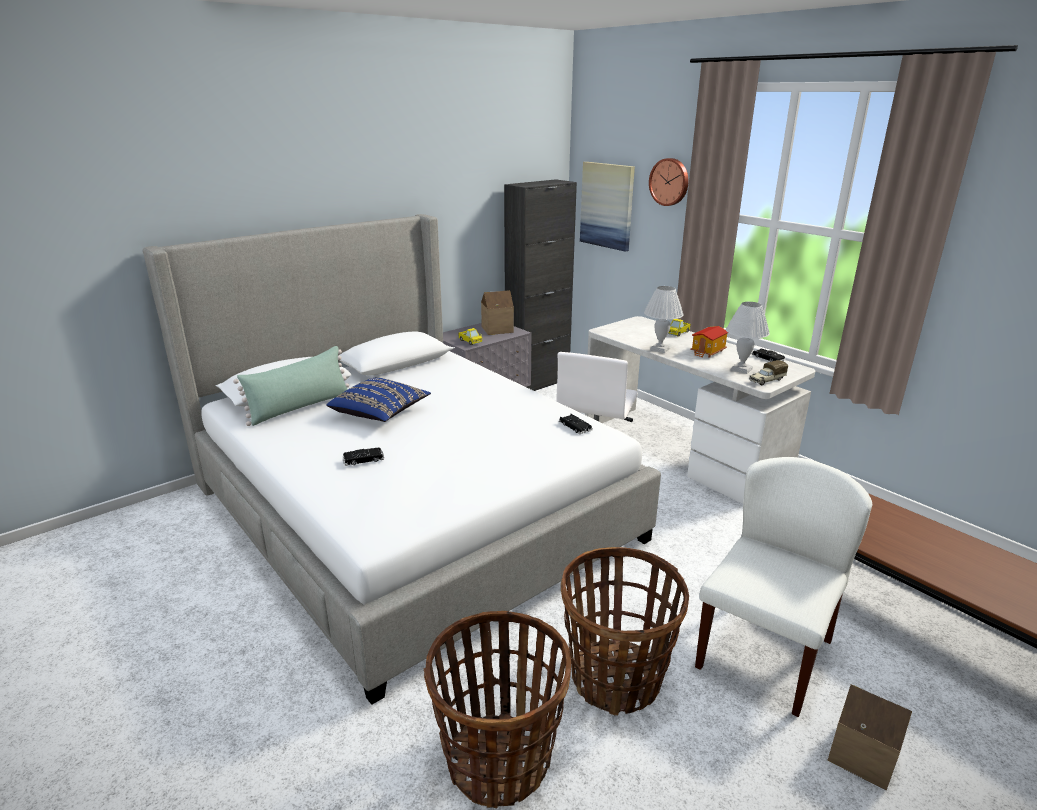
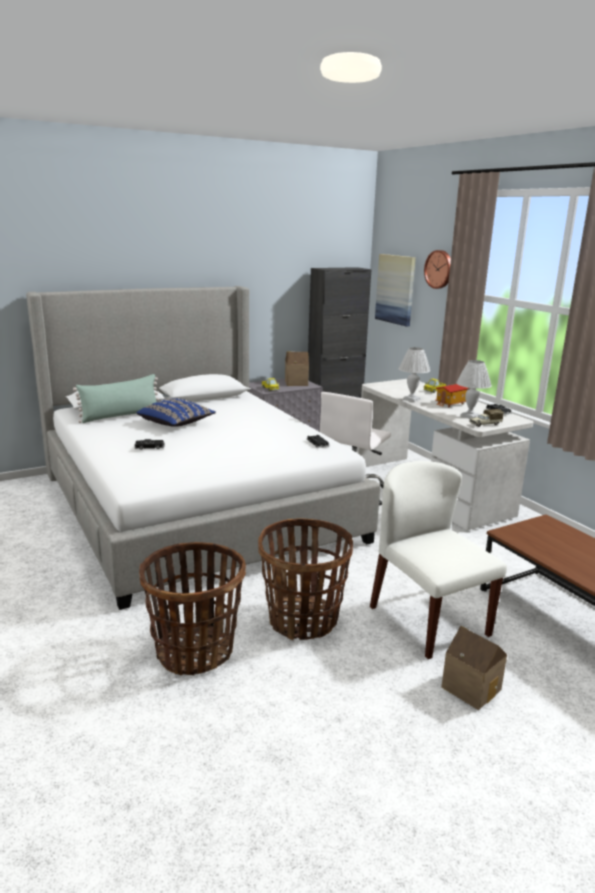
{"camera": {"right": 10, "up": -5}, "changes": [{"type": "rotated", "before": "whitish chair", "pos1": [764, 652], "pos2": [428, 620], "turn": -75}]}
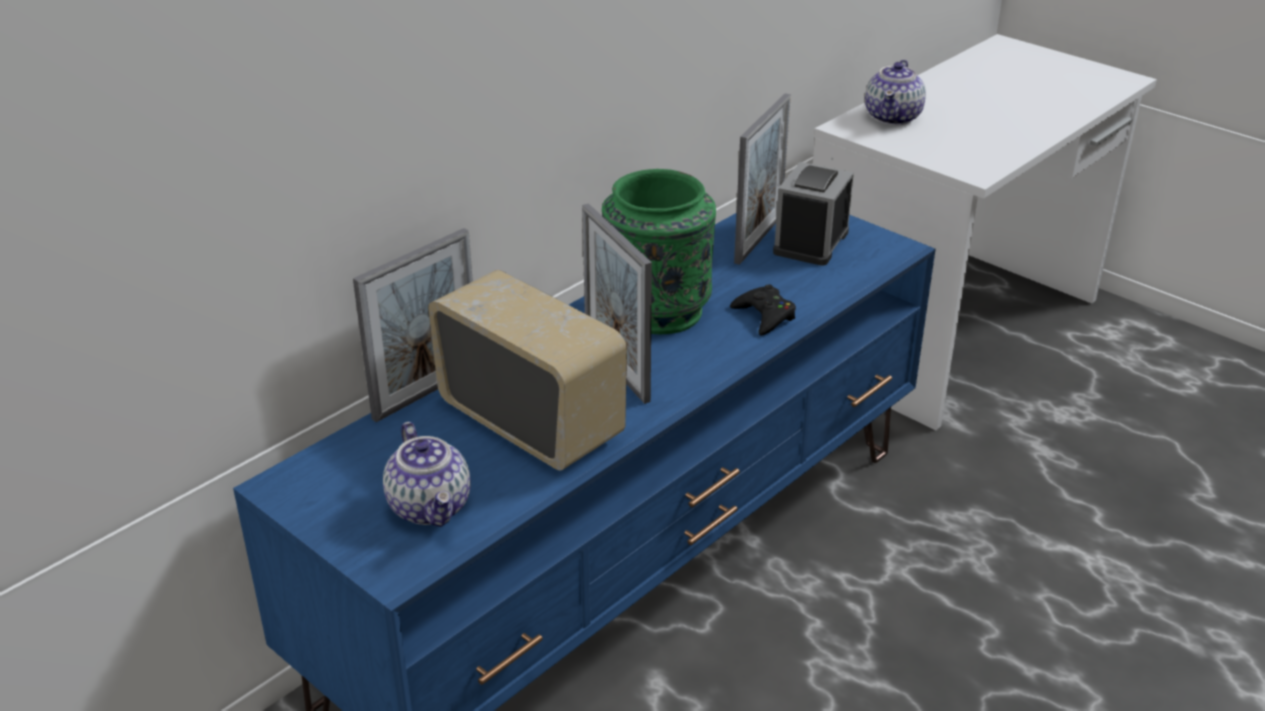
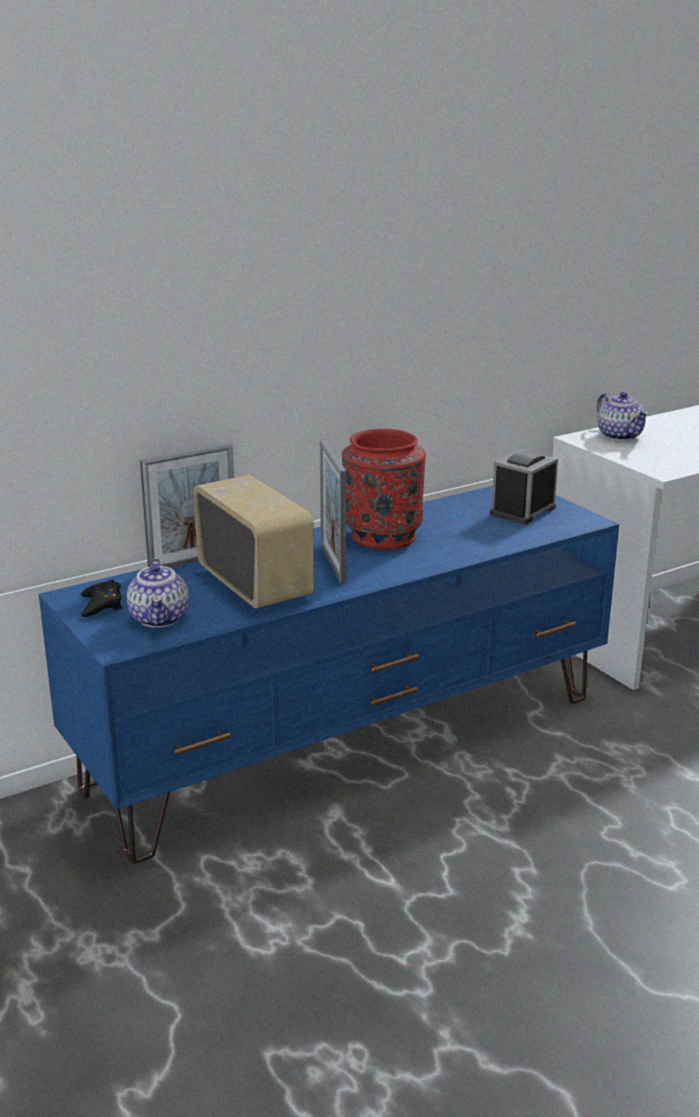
{"camera": {"right": 15, "up": -10}, "changes": [{"type": "gone", "before": "photo frame", "pos1": [758, 239]}, {"type": "shifted", "before": "black game controller", "pos1": [764, 316], "pos2": [101, 604]}, {"type": "repainted", "before": "green decorative vase", "after": "red-coloured decorative vase", "pos1": [657, 310], "pos2": [382, 536]}, {"type": "rotated", "before": "teapot", "pos1": [893, 117], "pos2": [619, 435], "turn": -60}]}
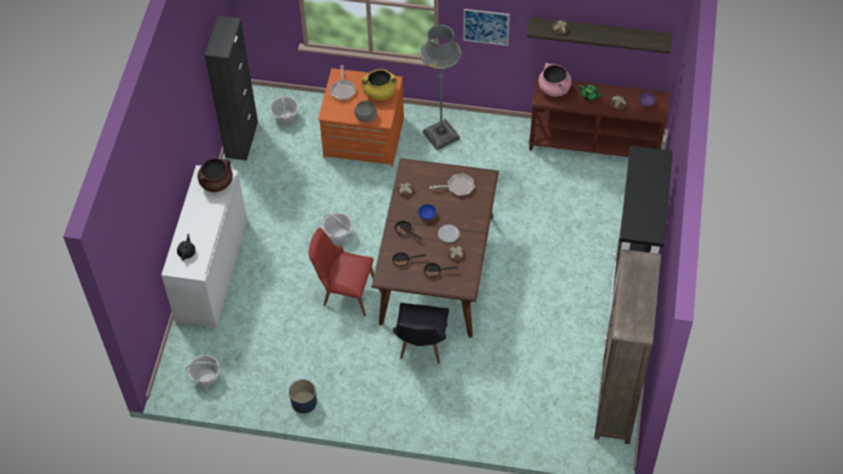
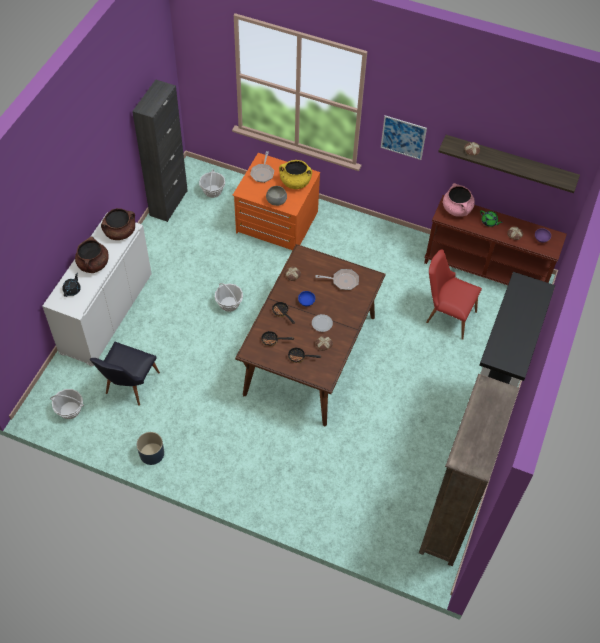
{"camera": {"right": 10, "up": 0}, "changes": [{"type": "gone", "before": "greyish standing lamp", "pos1": [441, 135]}, {"type": "new", "after": "brown-coloured saucepot", "pos2": [93, 264]}, {"type": "shifted", "before": "red-coloured chair", "pos1": [344, 292], "pos2": [446, 314]}, {"type": "shifted", "before": "black chair", "pos1": [421, 347], "pos2": [128, 387]}]}
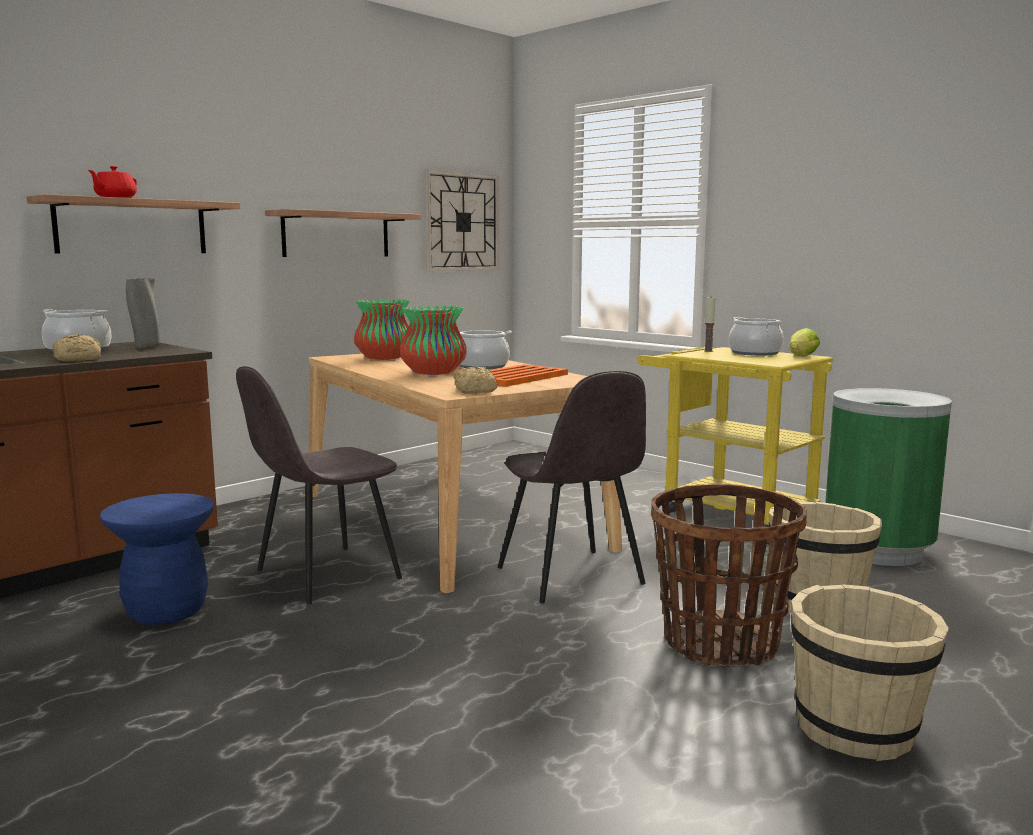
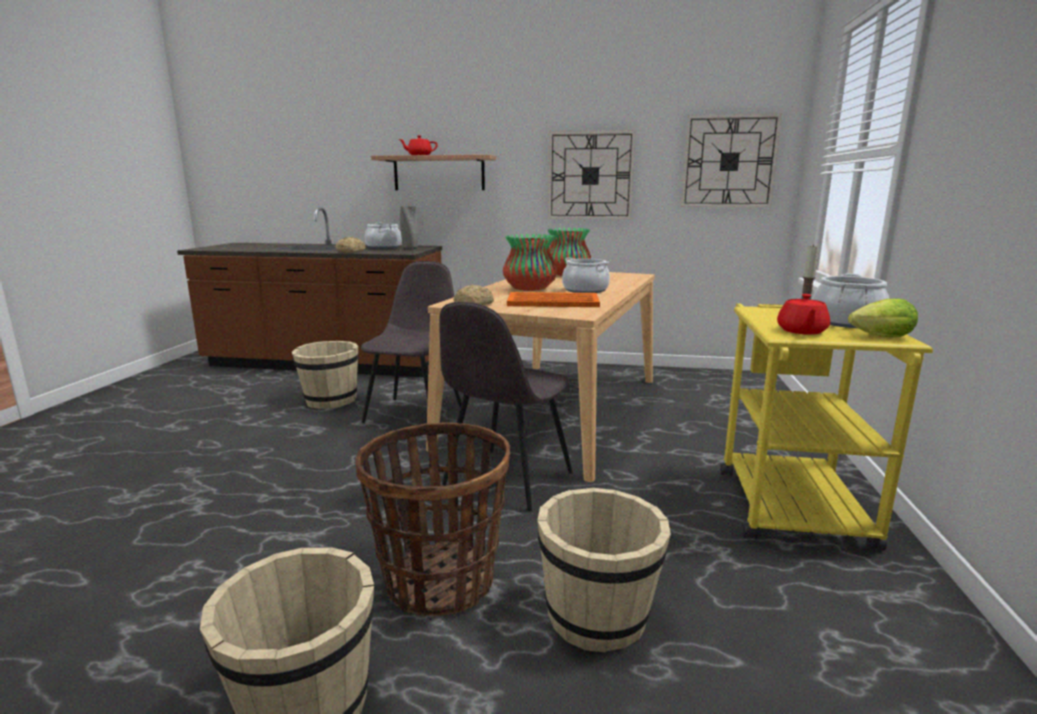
{"camera": {"right": 55, "up": 5}, "changes": [{"type": "gone", "before": "green trash can", "pos1": [878, 550]}, {"type": "new", "after": "red-coloured teapot", "pos2": [801, 331]}, {"type": "swapped", "before": "blue stool seat", "after": "beige water bucket", "pos1": [166, 611], "pos2": [330, 401]}, {"type": "swapped", "before": "wall shelf", "after": "wall clock", "pos1": [336, 234], "pos2": [590, 176]}, {"type": "rotated", "before": "greyish chair", "pos1": [324, 575], "pos2": [415, 413], "turn": 90}]}
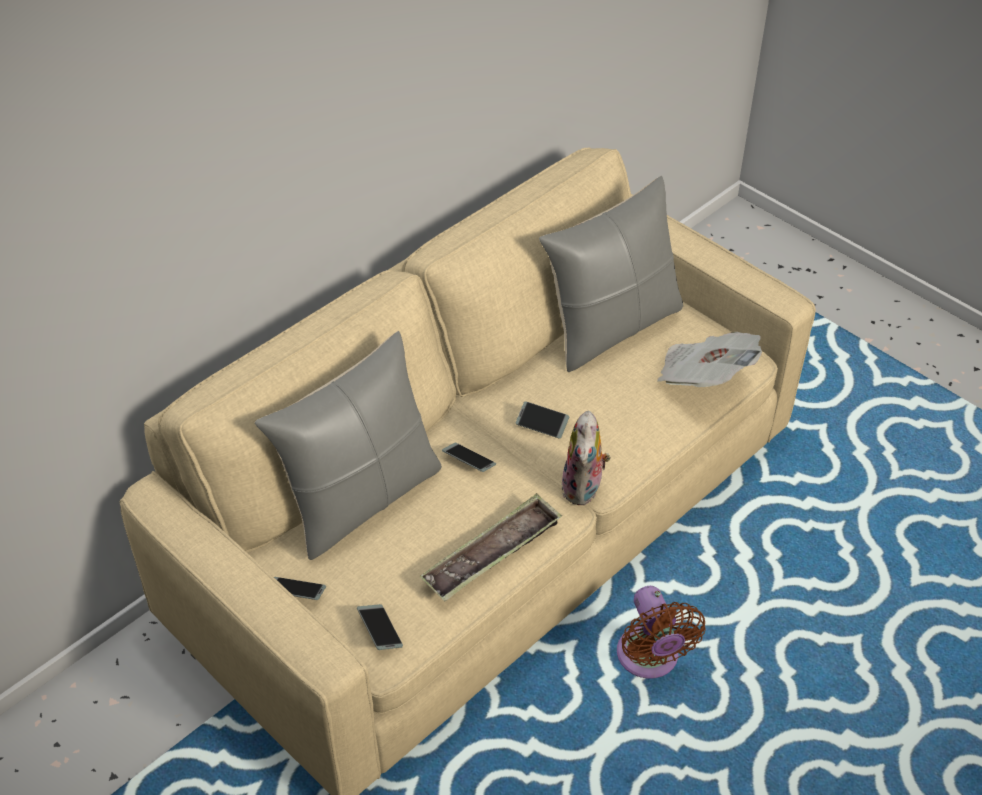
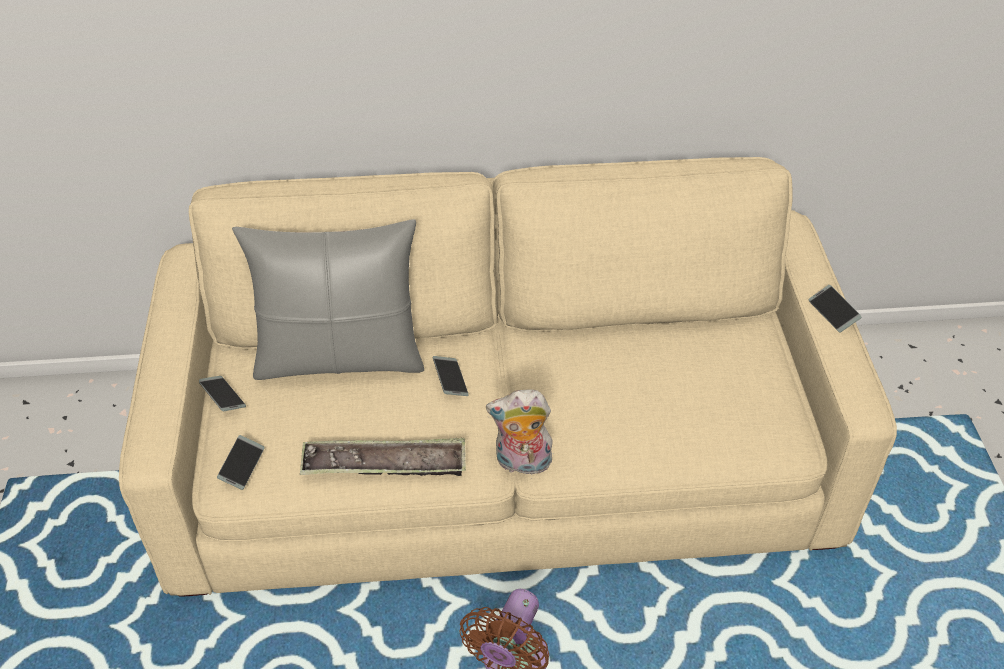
{"camera": {"right": 40, "up": 0}, "changes": [{"type": "gone", "before": "greyish pillow", "pos1": [611, 327]}, {"type": "gone", "before": "daily paper", "pos1": [704, 377]}, {"type": "shifted", "before": "handset", "pos1": [542, 423], "pos2": [833, 312]}, {"type": "rotated", "before": "plush toy", "pos1": [584, 489], "pos2": [521, 463], "turn": 45}]}
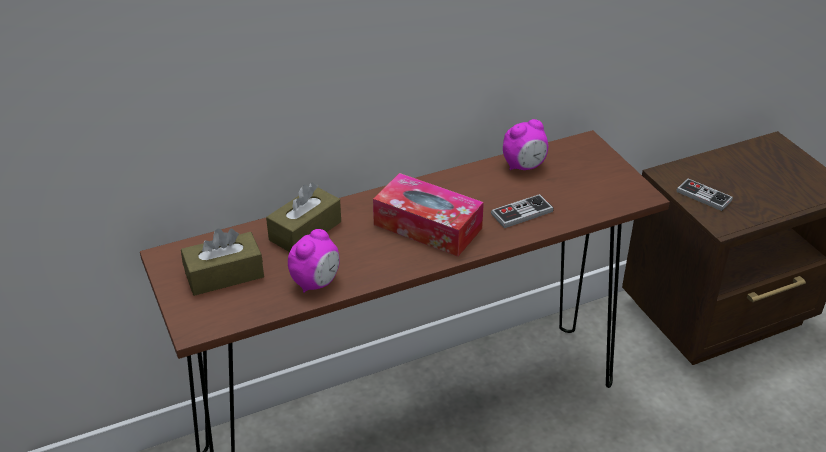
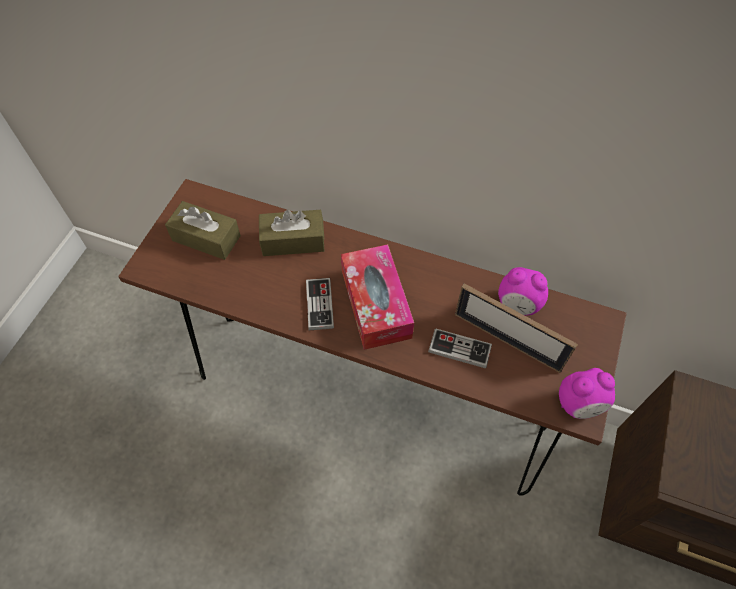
{"camera": {"right": 45, "up": 20}, "changes": [{"type": "new", "after": "photo frame", "pos2": [507, 341]}, {"type": "shifted", "before": "alarm clock", "pos1": [316, 283], "pos2": [579, 405]}, {"type": "shifted", "before": "game controller", "pos1": [703, 196], "pos2": [319, 304]}]}
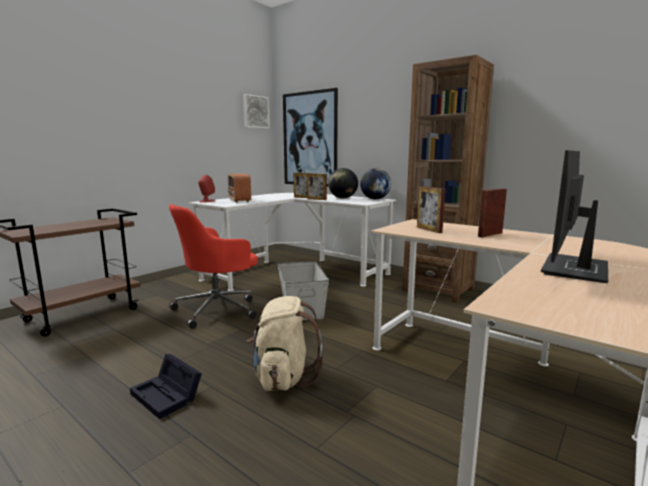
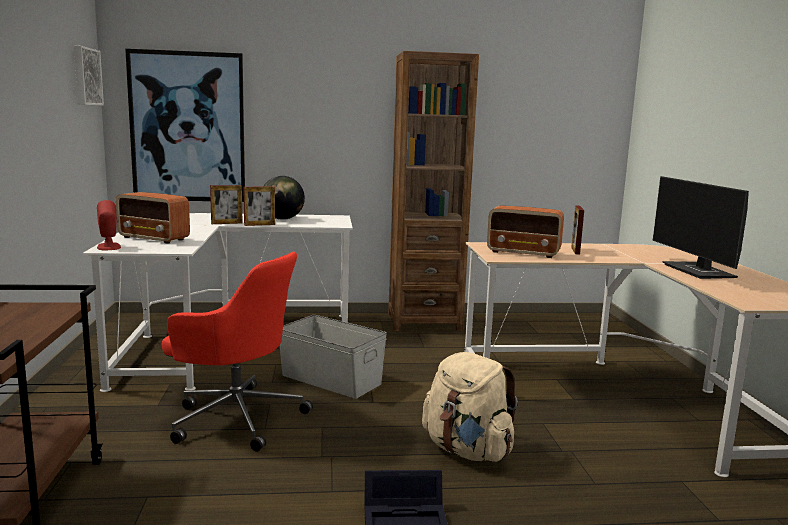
{"camera": {"right": -45, "up": 0}, "changes": [{"type": "gone", "before": "desk globe", "pos1": [375, 199]}, {"type": "swapped", "before": "photo frame", "after": "radio set", "pos1": [429, 230], "pos2": [524, 253]}, {"type": "rotated", "before": "red-coloured desk chair", "pos1": [218, 309], "pos2": [236, 417], "turn": -75}]}
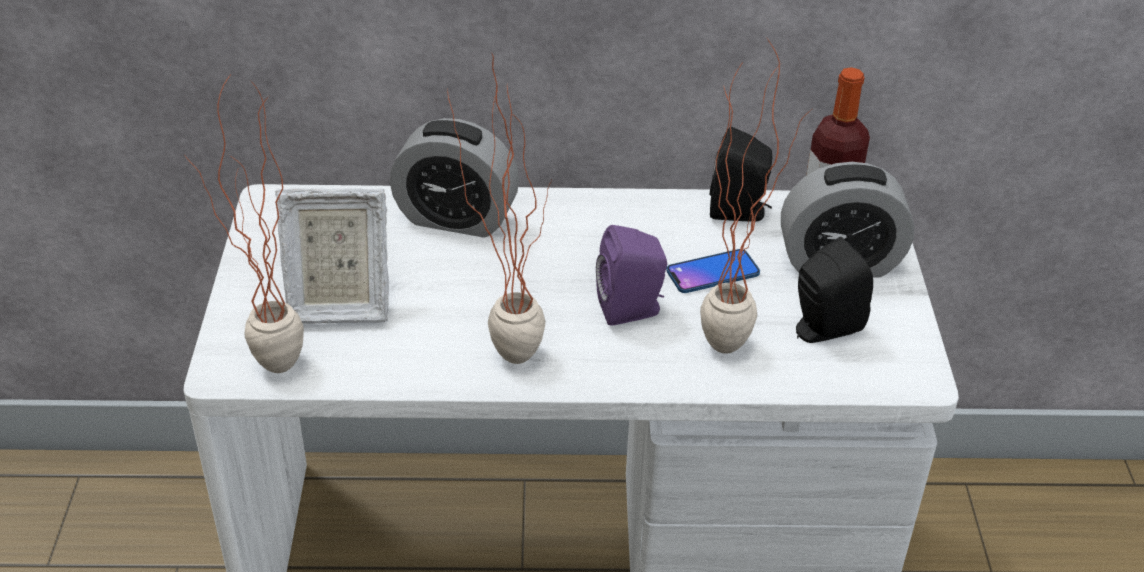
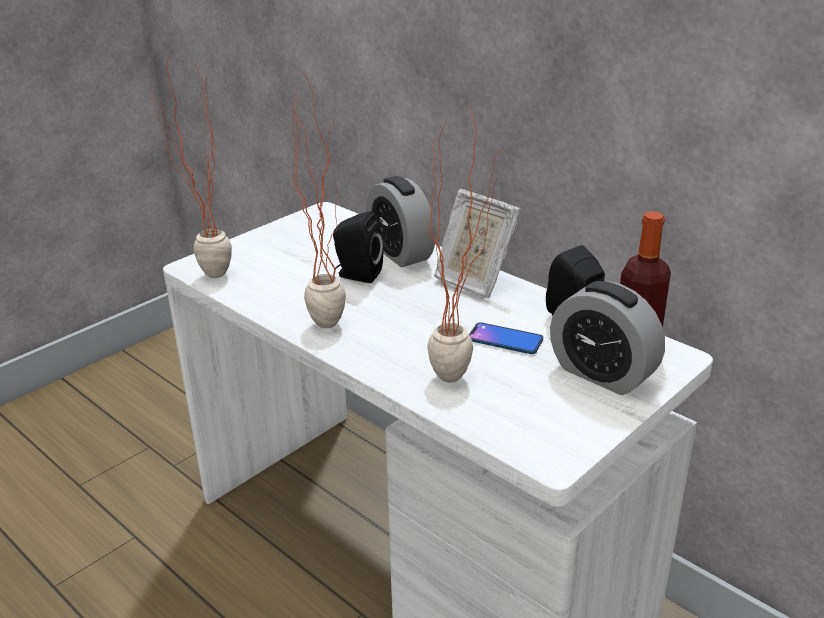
{"camera": {"right": 45, "up": -10}, "changes": [{"type": "gone", "before": "purple-coloured loudspeaker", "pos1": [632, 310]}, {"type": "shifted", "before": "photo frame", "pos1": [338, 303], "pos2": [472, 281]}, {"type": "shifted", "before": "black loudspeaker", "pos1": [822, 329], "pos2": [357, 275]}]}
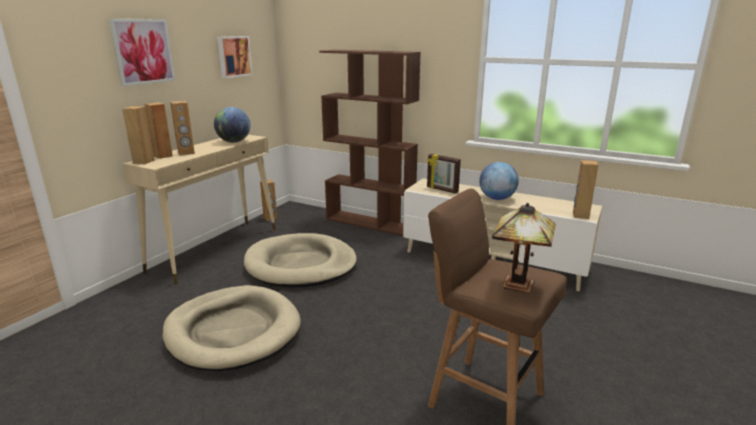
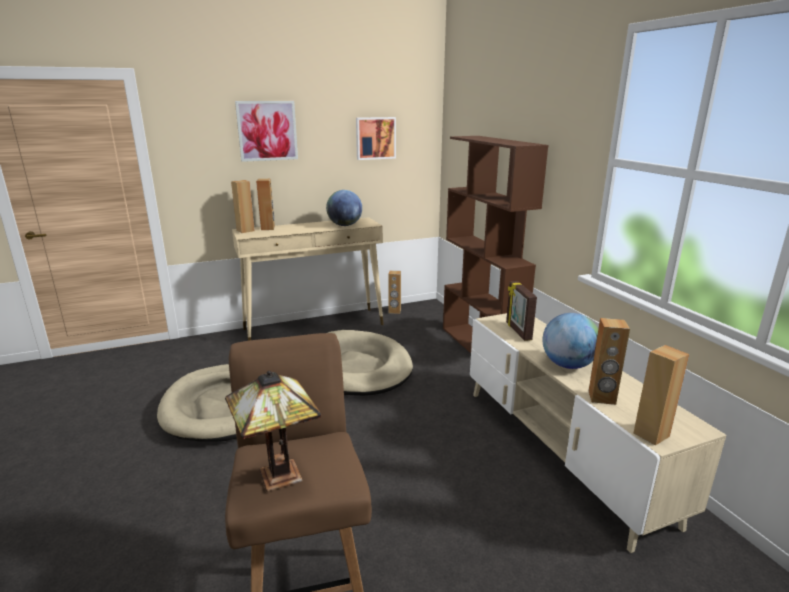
{"camera": {"right": 40, "up": 0}, "changes": [{"type": "shifted", "before": "brown-coloured loudspeaker", "pos1": [186, 153], "pos2": [602, 398]}]}
